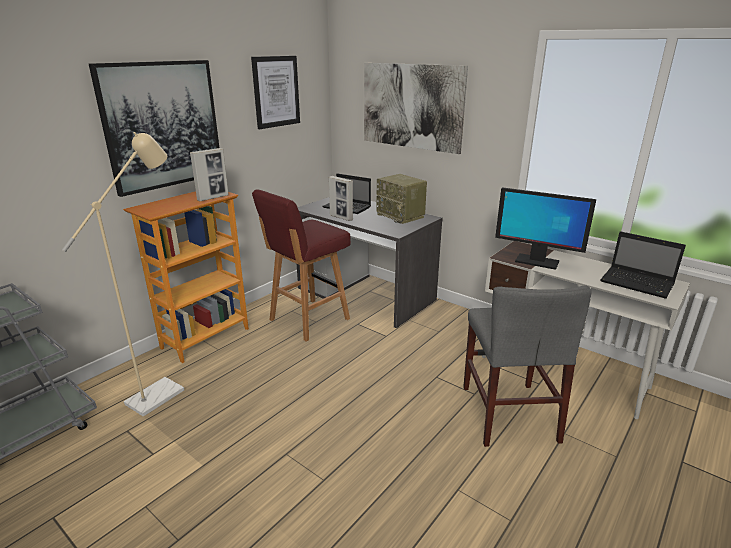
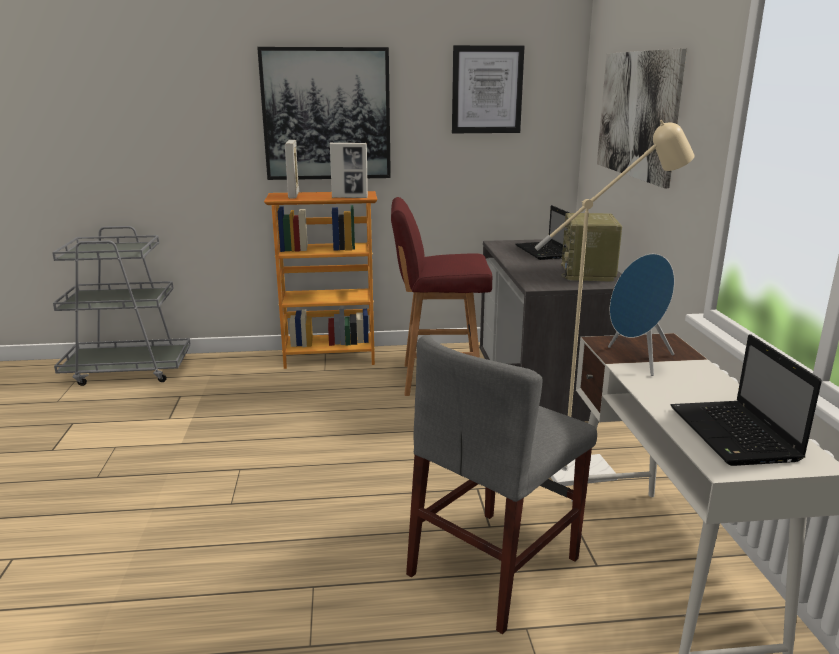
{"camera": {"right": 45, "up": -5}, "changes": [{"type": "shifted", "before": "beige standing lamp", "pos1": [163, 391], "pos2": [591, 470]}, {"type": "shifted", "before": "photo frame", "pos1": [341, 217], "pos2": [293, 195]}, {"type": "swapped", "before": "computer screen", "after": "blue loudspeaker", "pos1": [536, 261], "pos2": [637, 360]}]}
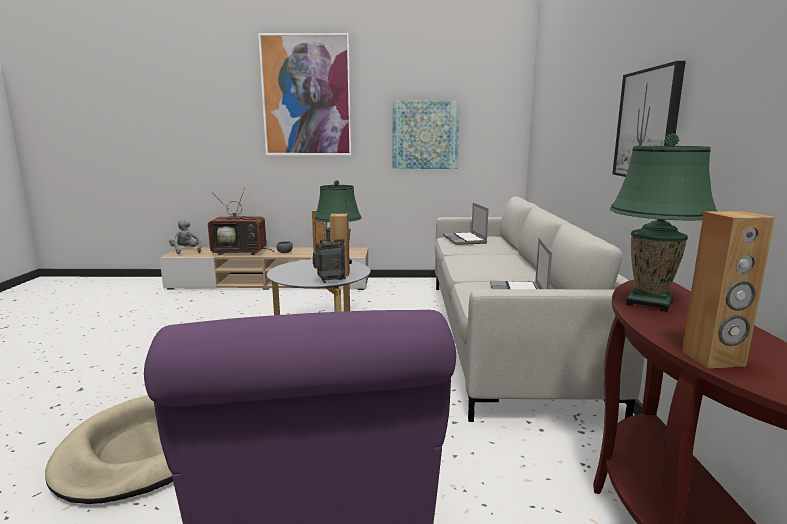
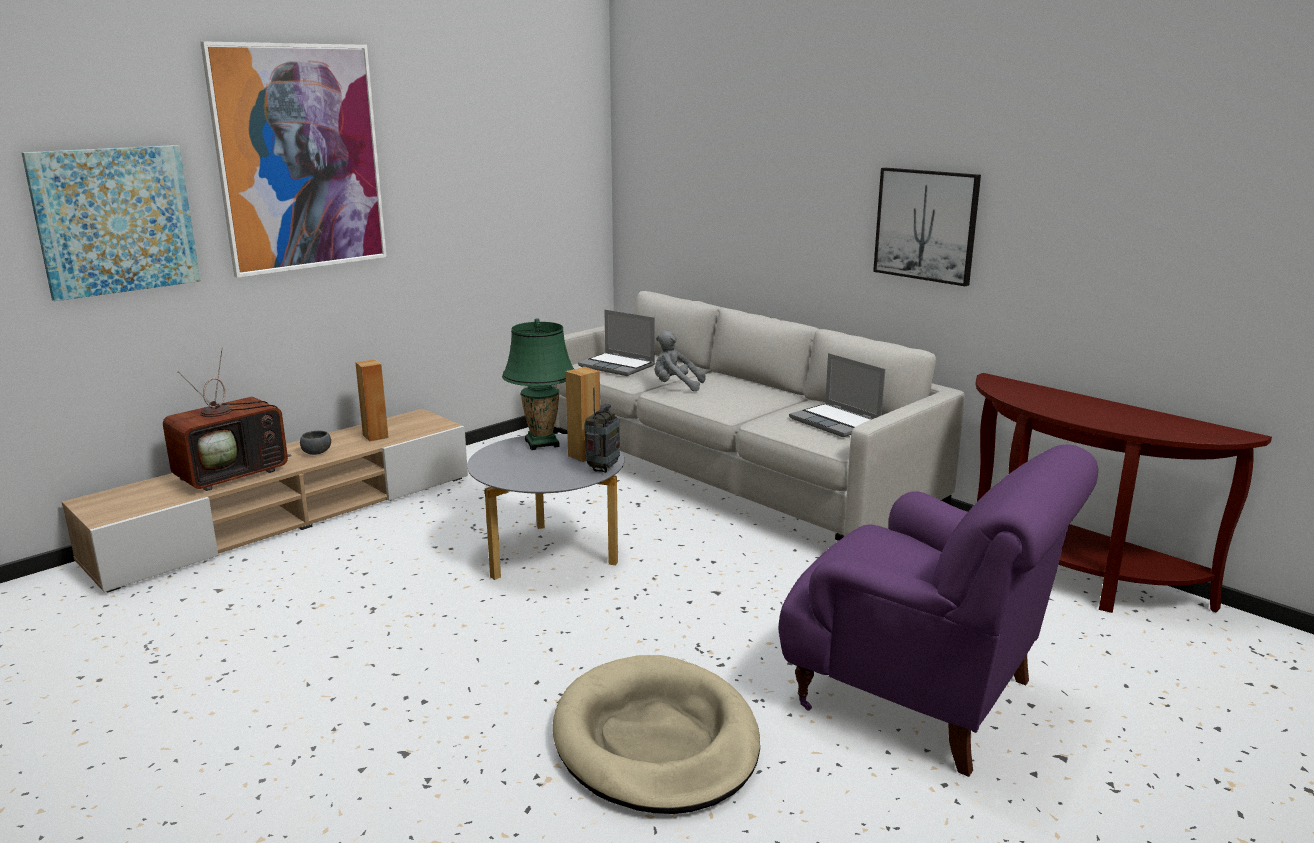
{"camera": {"right": -45, "up": 5}, "changes": [{"type": "gone", "before": "green table lamp", "pos1": [649, 303]}, {"type": "gone", "before": "brown-coloured loudspeaker", "pos1": [713, 359]}, {"type": "shifted", "before": "greyish plush toy", "pos1": [186, 251], "pos2": [675, 386]}, {"type": "shifted", "before": "wall picture", "pos1": [425, 135], "pos2": [115, 220]}]}
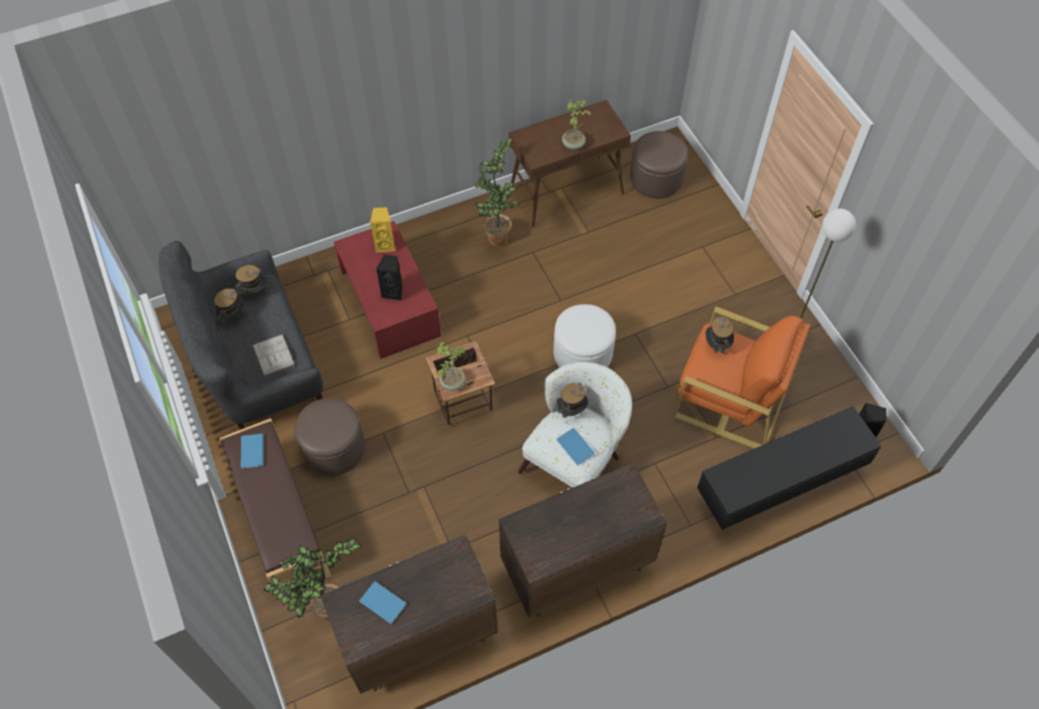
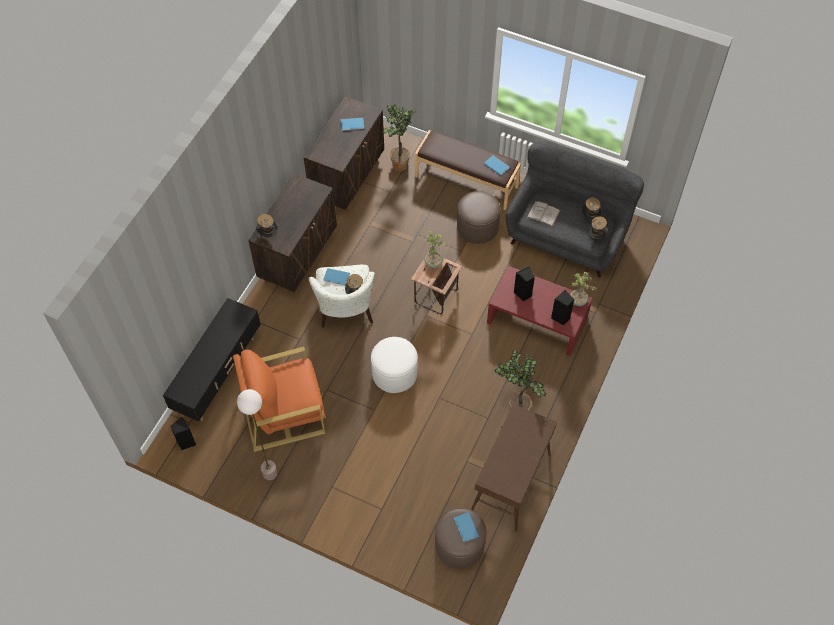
{"camera": {"right": 140, "up": 0}, "changes": [{"type": "new", "after": "blue volume", "pos2": [465, 528]}, {"type": "shifted", "before": "potted plant", "pos1": [574, 144], "pos2": [578, 301]}, {"type": "shifted", "before": "wearable hat", "pos1": [716, 345], "pos2": [268, 235]}, {"type": "repainted", "before": "yellow-coloured loudspeaker", "after": "black loudspeaker", "pos1": [385, 244], "pos2": [561, 318]}]}
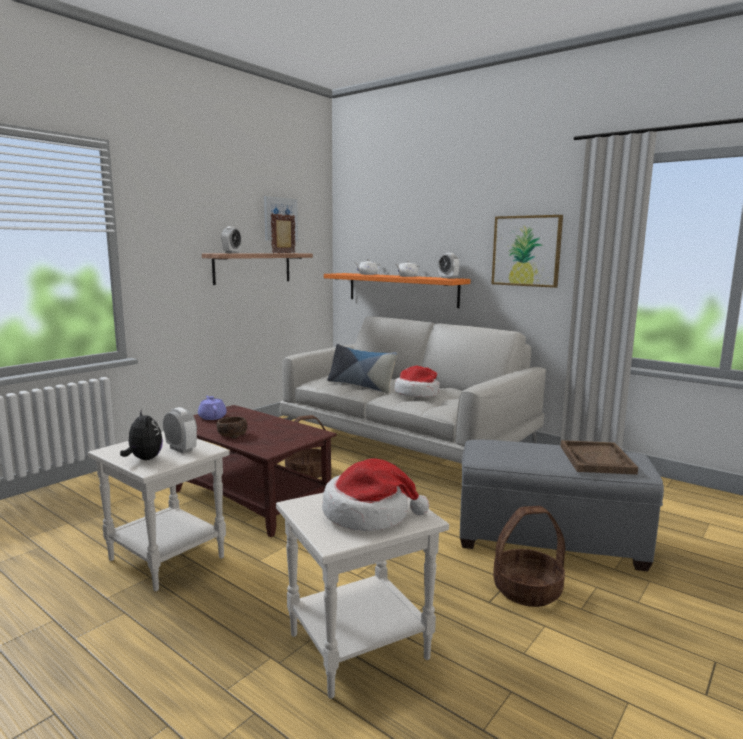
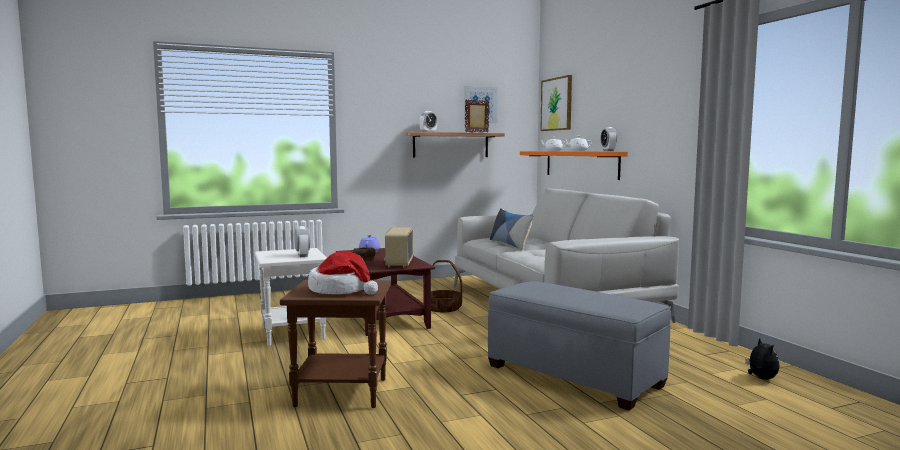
{"camera": {"right": 30, "up": -5}, "changes": [{"type": "gone", "before": "wearable hat", "pos1": [417, 393]}, {"type": "gone", "before": "household basket", "pos1": [527, 589]}, {"type": "gone", "before": "brown-coloured tray", "pos1": [596, 459]}, {"type": "new", "after": "radio set", "pos2": [399, 263]}, {"type": "shifted", "before": "plush toy", "pos1": [144, 459], "pos2": [761, 378]}, {"type": "shifted", "before": "wall picture", "pos1": [526, 251], "pos2": [556, 104]}, {"type": "repainted", "before": "whitish accent table", "after": "brown-coloured accent table", "pos1": [359, 644], "pos2": [343, 392]}]}
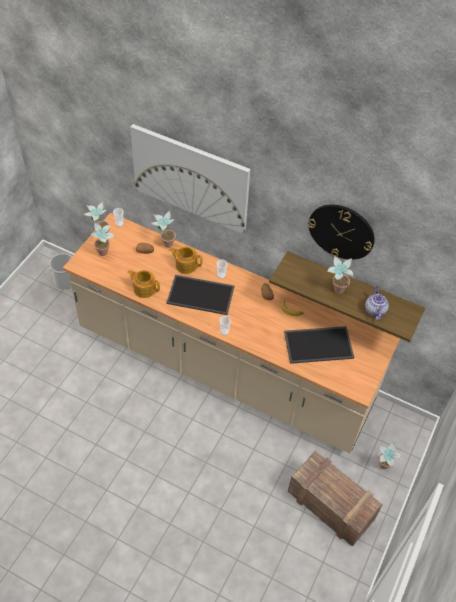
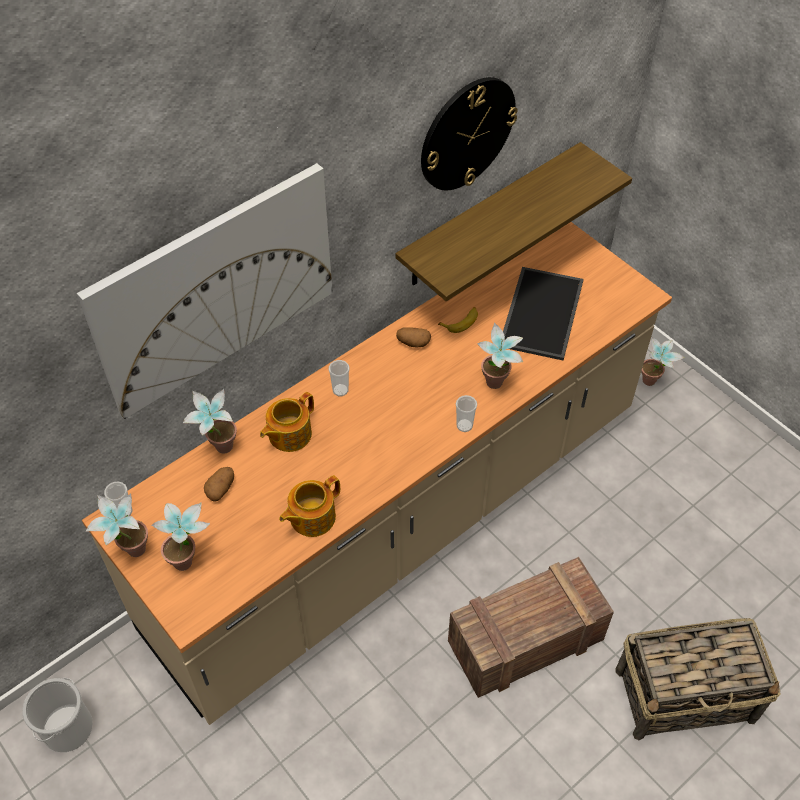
{"camera": {"right": -65, "up": 0}, "changes": [{"type": "gone", "before": "tray", "pos1": [201, 294]}, {"type": "gone", "before": "teapot", "pos1": [374, 310]}, {"type": "new", "after": "household basket", "pos2": [686, 695]}, {"type": "shifted", "before": "packing crate", "pos1": [329, 505], "pos2": [523, 642]}, {"type": "shifted", "before": "potted plant", "pos1": [336, 291], "pos2": [496, 387]}]}
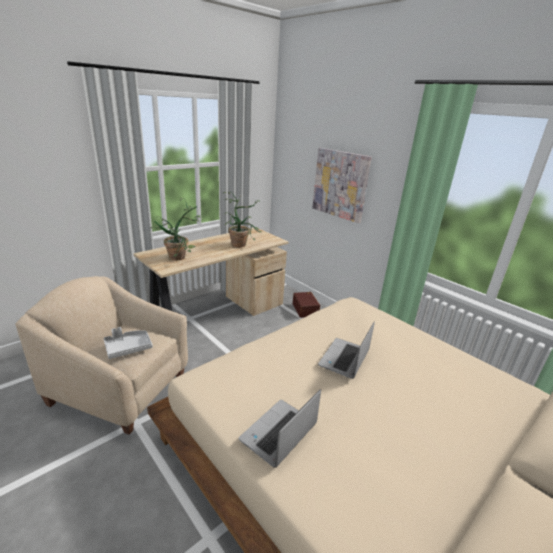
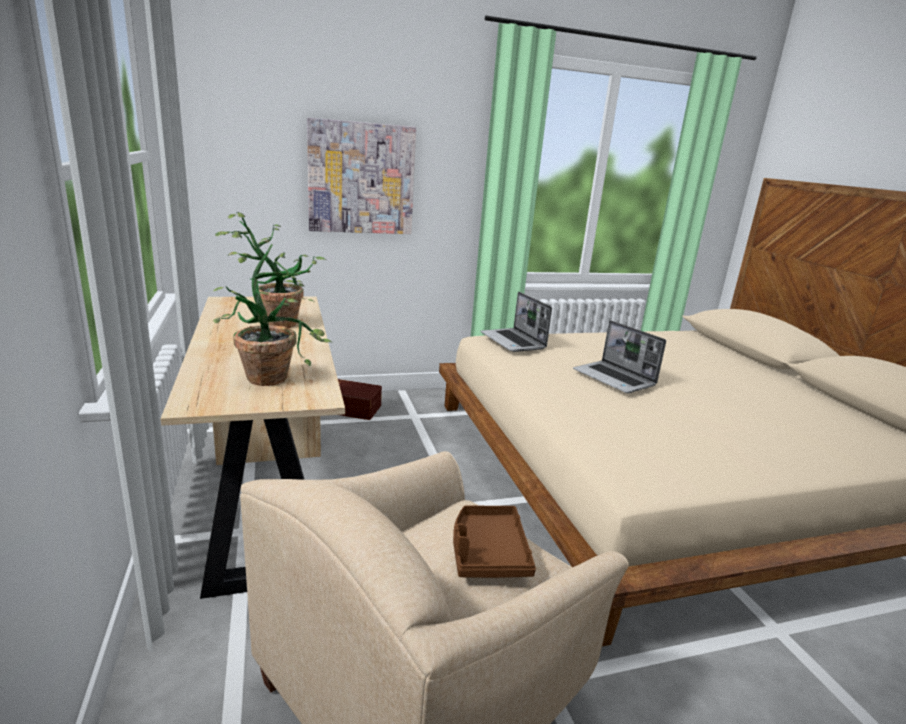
{"camera": {"right": -65, "up": -5}, "changes": [{"type": "shifted", "before": "notebook computer", "pos1": [279, 434], "pos2": [513, 341]}, {"type": "repainted", "before": "greyish tray", "after": "brown-coloured tray", "pos1": [128, 348], "pos2": [488, 552]}]}
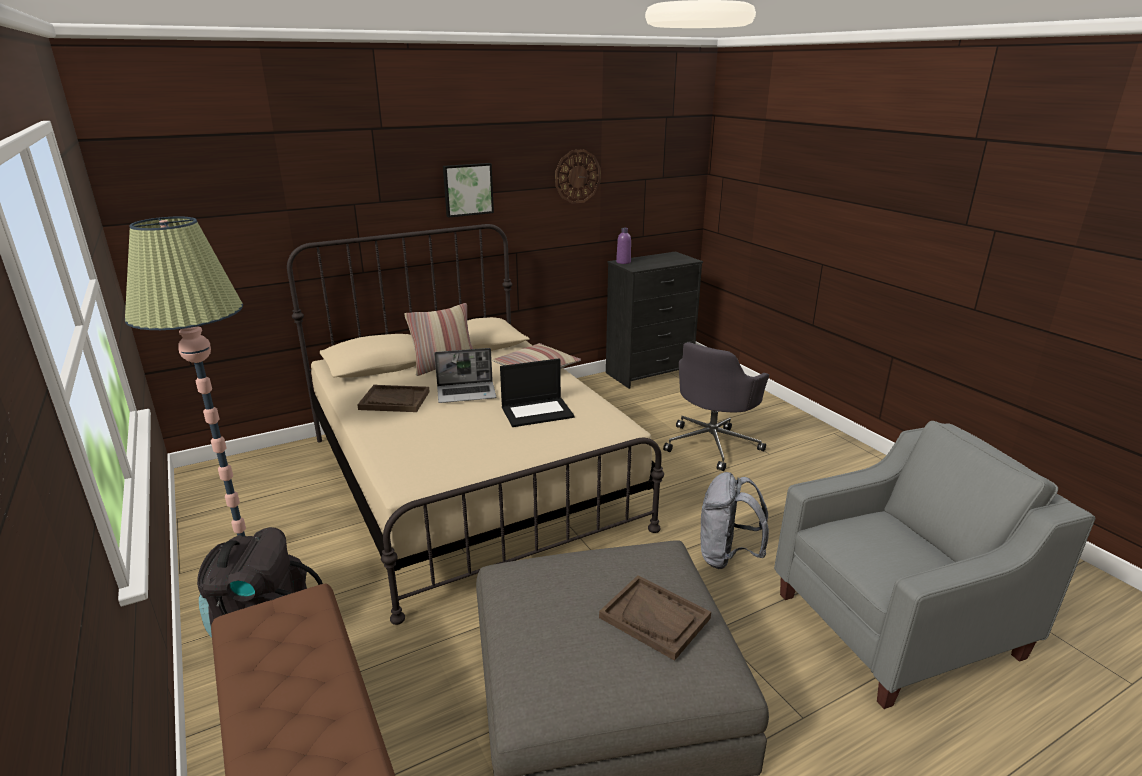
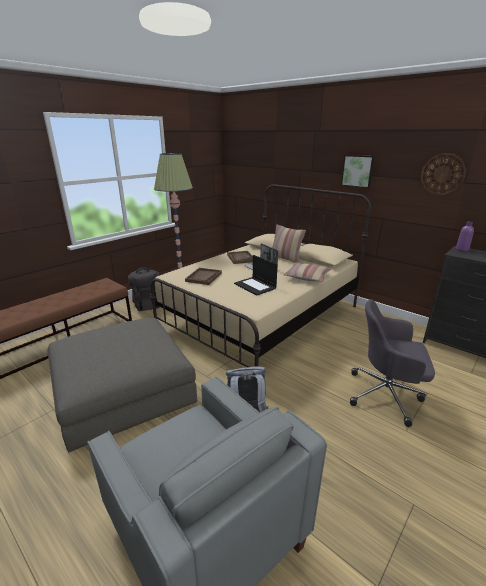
{"camera": {"right": 70, "up": 0}, "changes": [{"type": "shifted", "before": "brown-coloured tray", "pos1": [655, 618], "pos2": [203, 277]}]}
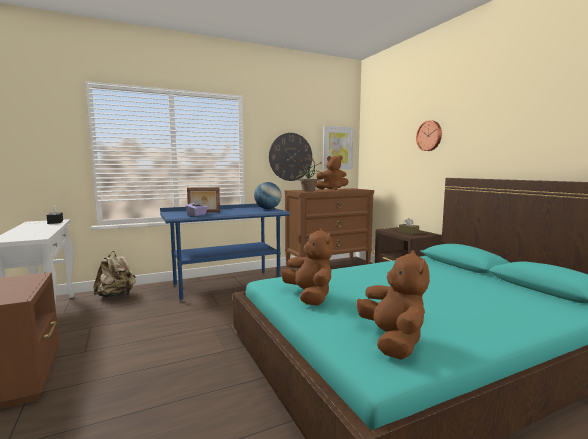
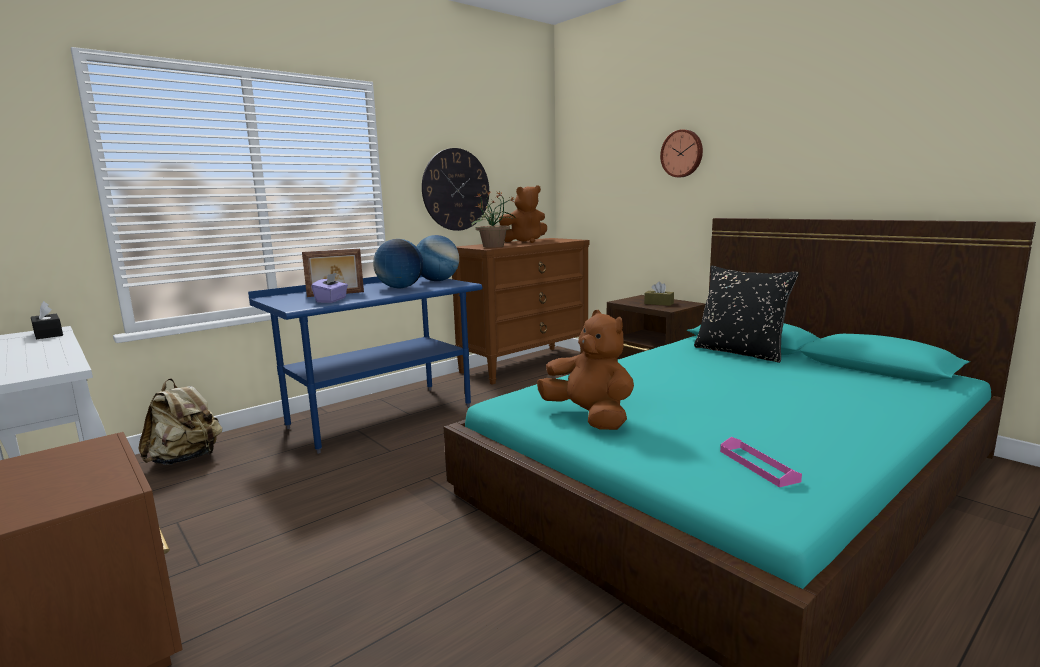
{"camera": {"right": -15, "up": 5}, "changes": [{"type": "gone", "before": "wall picture", "pos1": [337, 148]}, {"type": "new", "after": "desk globe", "pos2": [400, 288]}, {"type": "new", "after": "black pillow", "pos2": [740, 352]}, {"type": "swapped", "before": "brown-coloured plush toy", "after": "pink-coloured tray", "pos1": [392, 341], "pos2": [758, 466]}]}
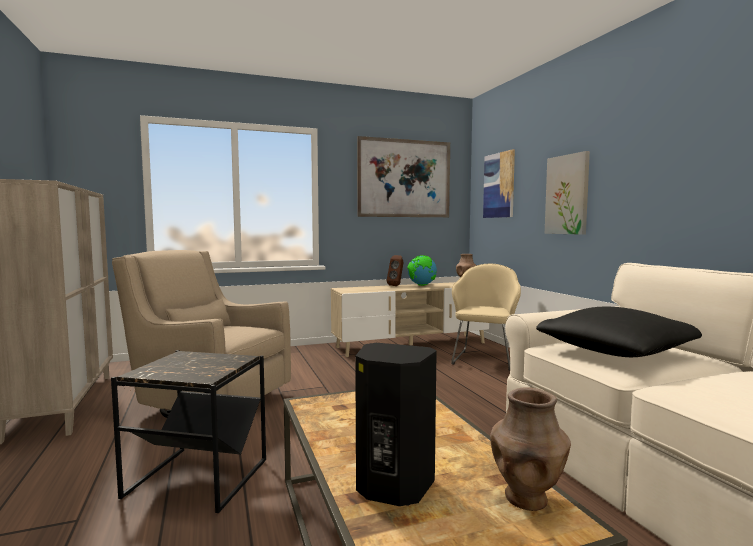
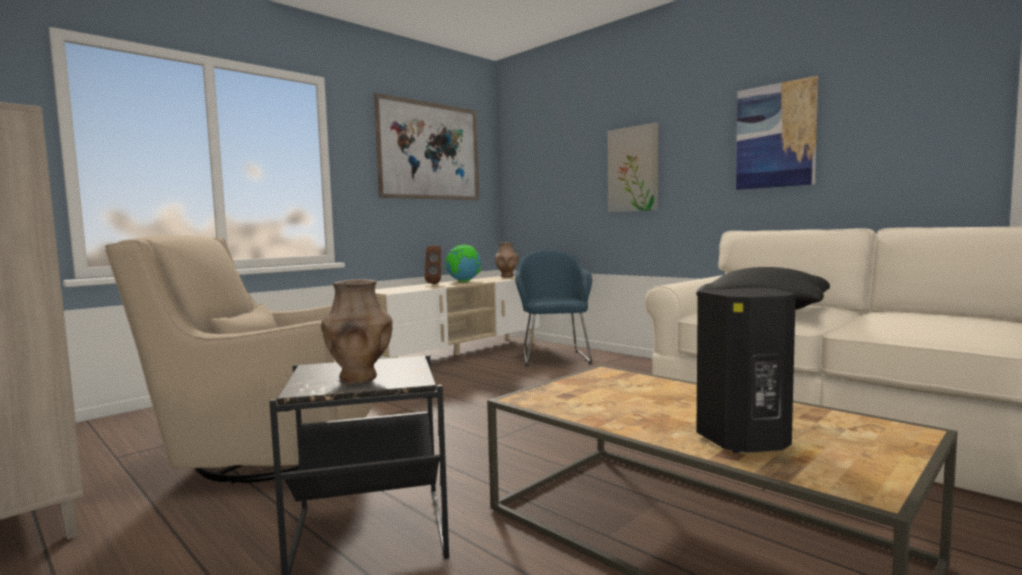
{"camera": {"right": -25, "up": 0}, "changes": [{"type": "shifted", "before": "wall picture", "pos1": [499, 185], "pos2": [775, 136]}, {"type": "shifted", "before": "brown-coloured decorative vase", "pos1": [527, 499], "pos2": [359, 378]}, {"type": "repainted", "before": "beige lounge chair", "after": "blue lounge chair", "pos1": [485, 359], "pos2": [554, 357]}]}
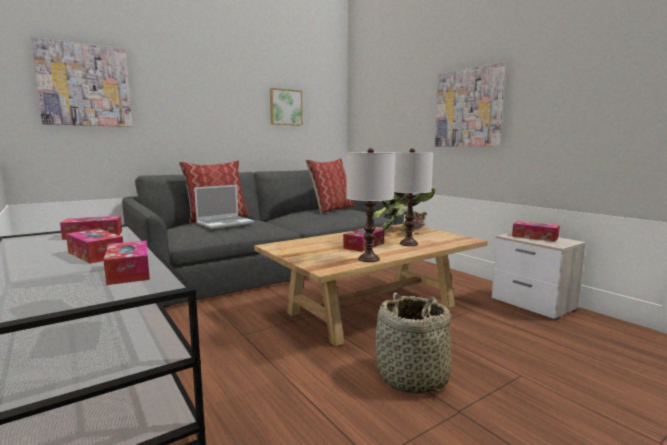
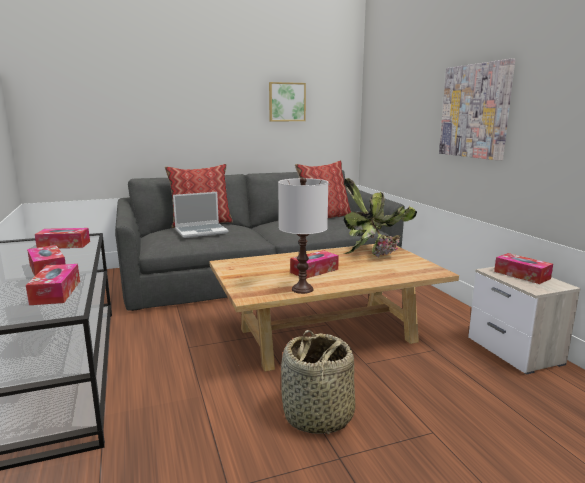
{"camera": {"right": 15, "up": 5}, "changes": [{"type": "gone", "before": "wall picture", "pos1": [85, 85]}, {"type": "gone", "before": "whitish table lamp", "pos1": [408, 244]}]}
